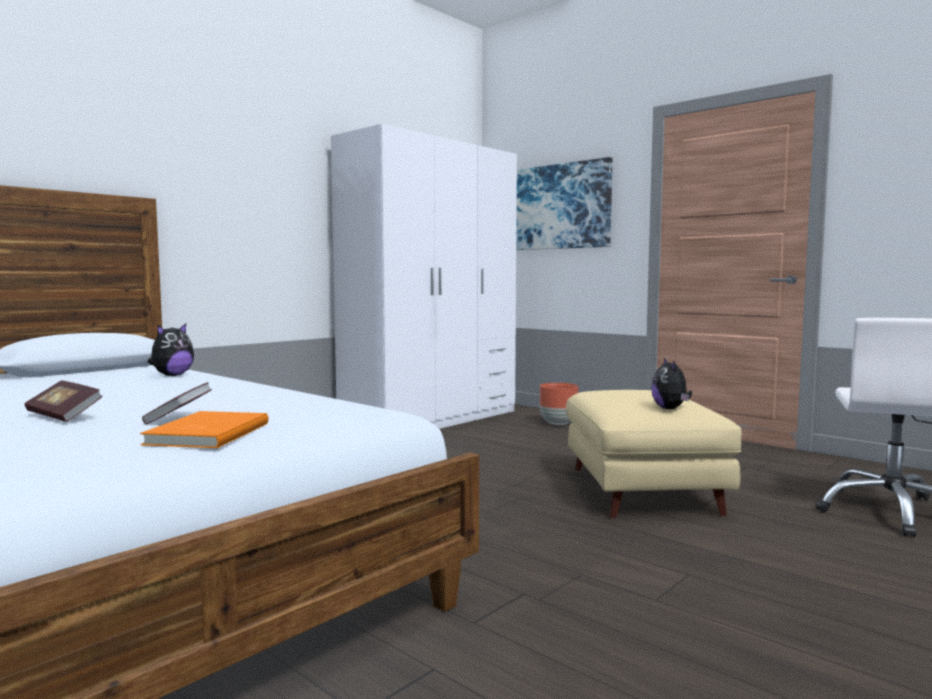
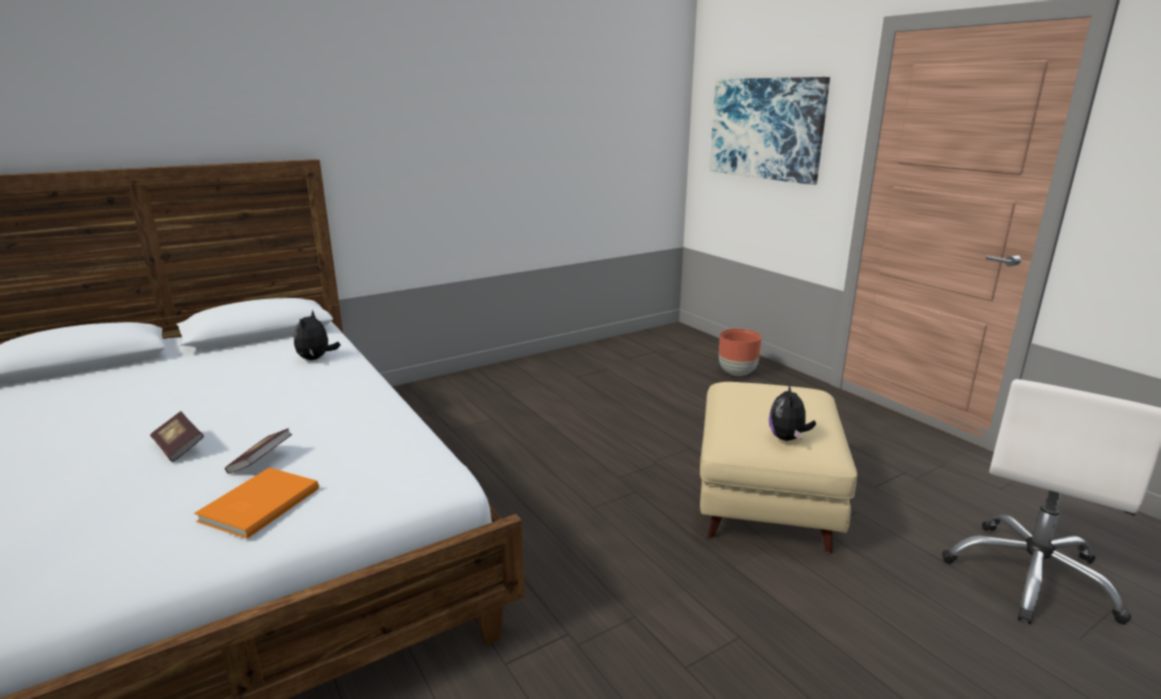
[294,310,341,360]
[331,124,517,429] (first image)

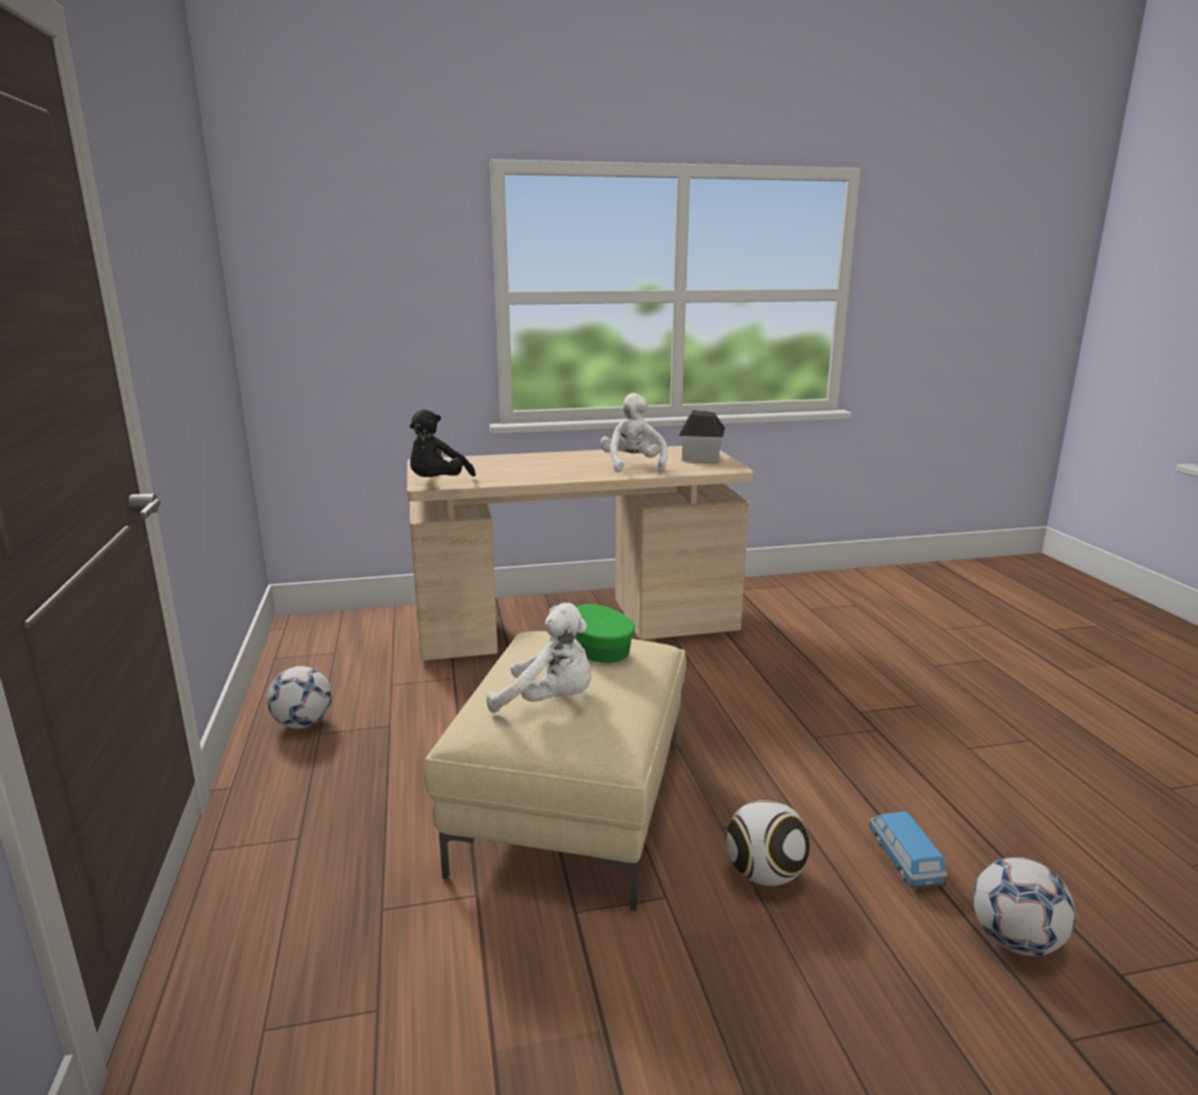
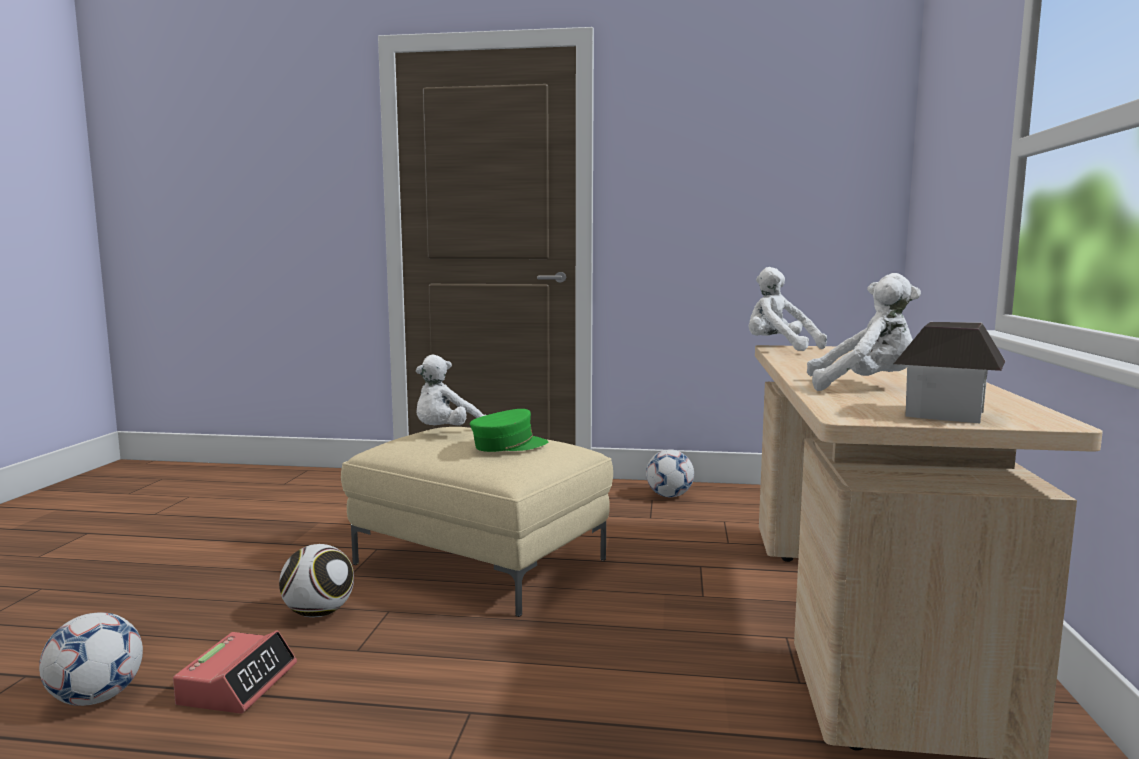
[749,267,827,351]
[173,631,297,713]

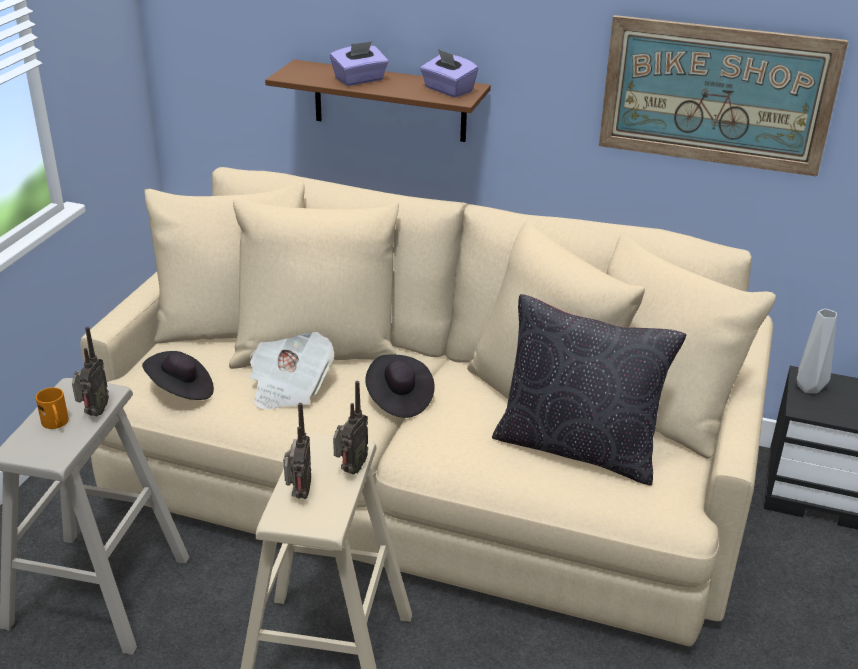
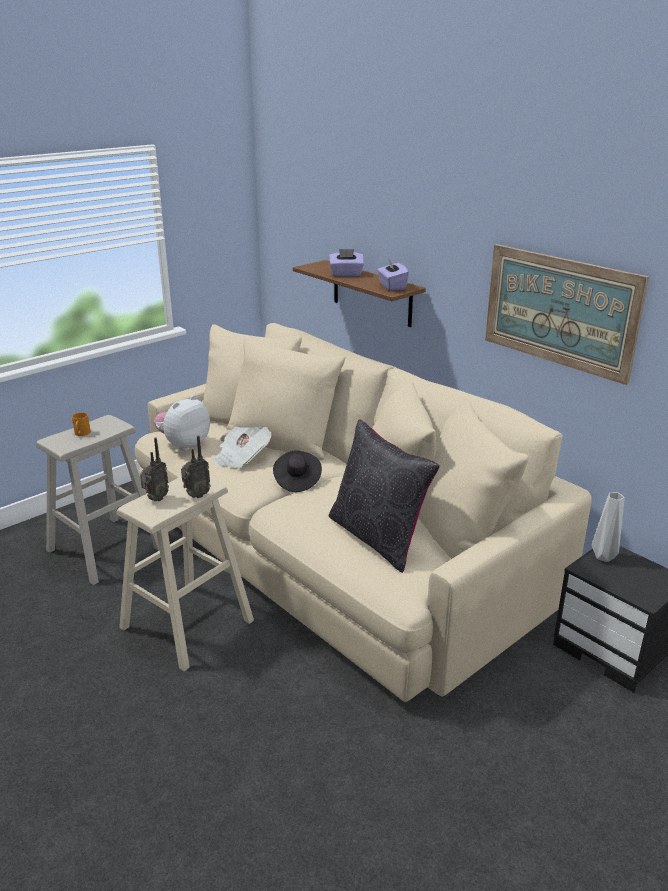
[72,327,109,416] (first image)
[154,395,210,451]

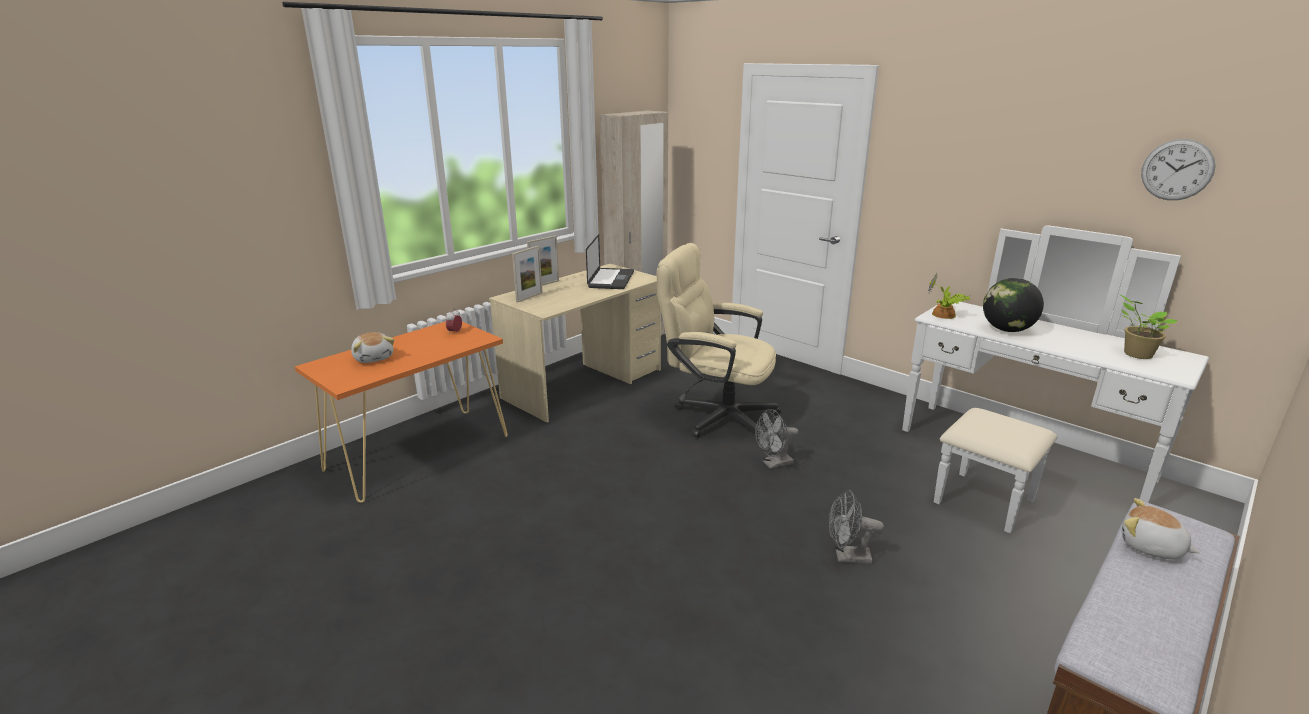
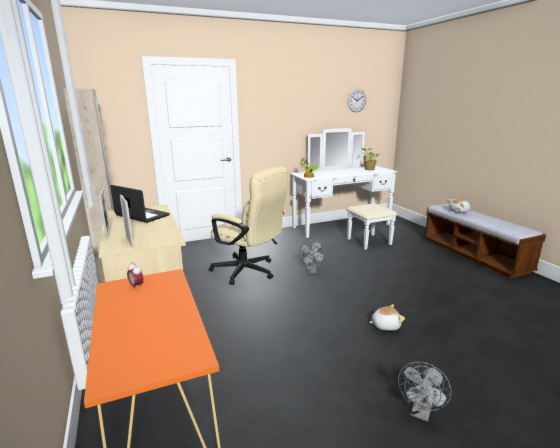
[369,304,405,331]
[209,167,289,285]
[398,362,452,422]
[983,278,1044,332] (first image)

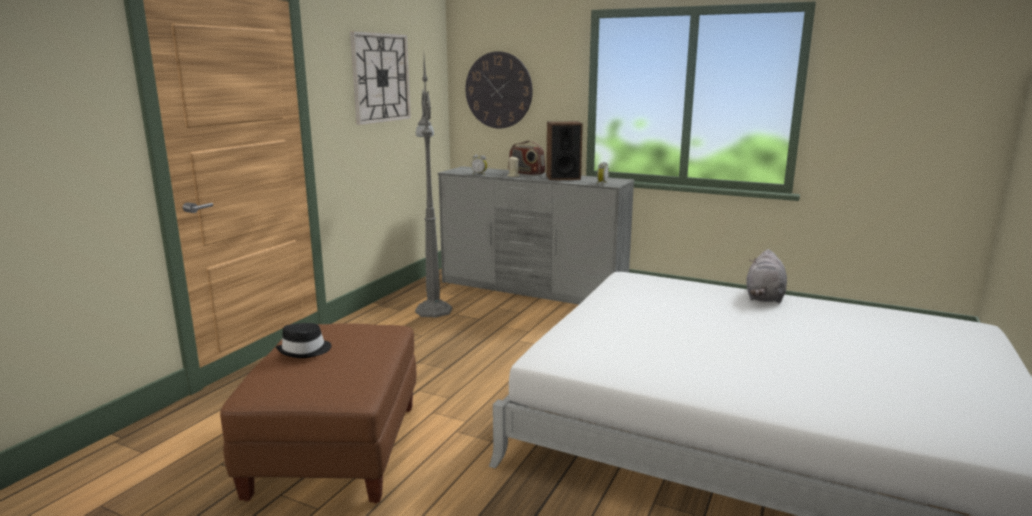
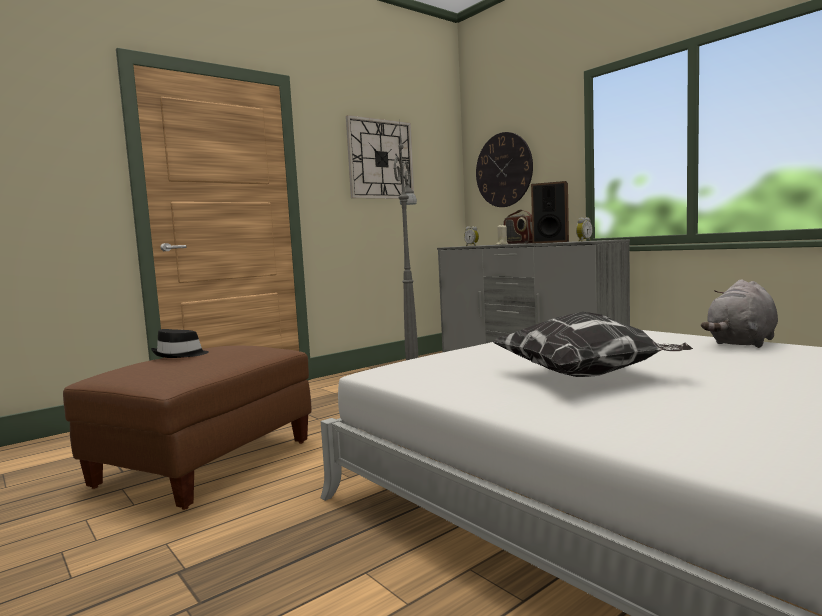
[492,312,693,377]

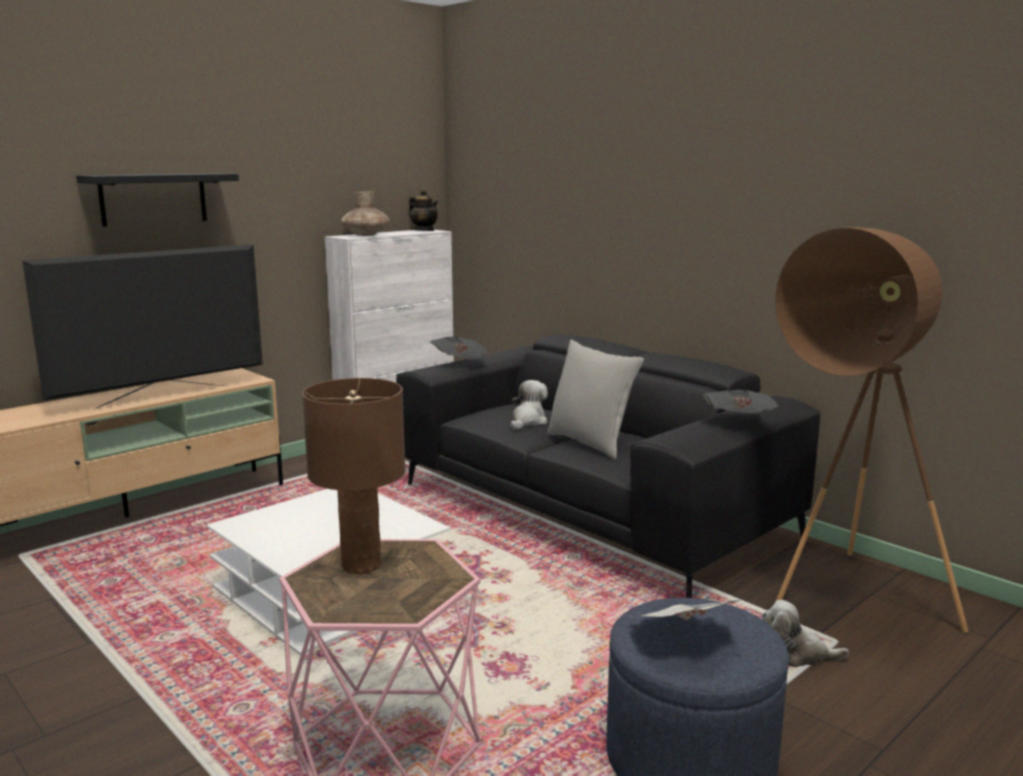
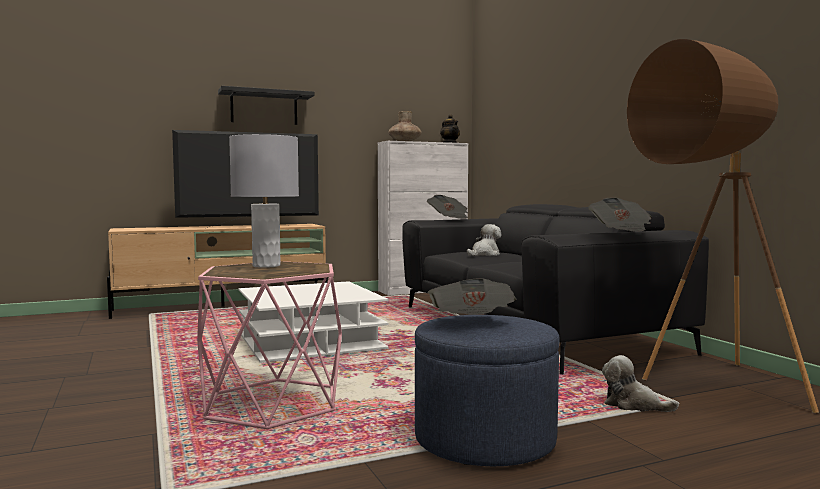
[229,134,299,268]
[547,339,644,460] (first image)

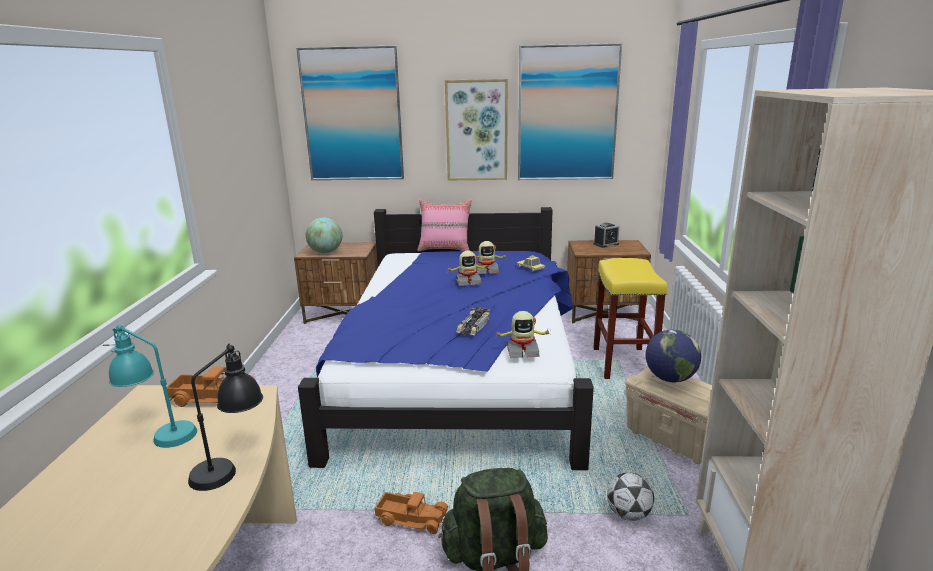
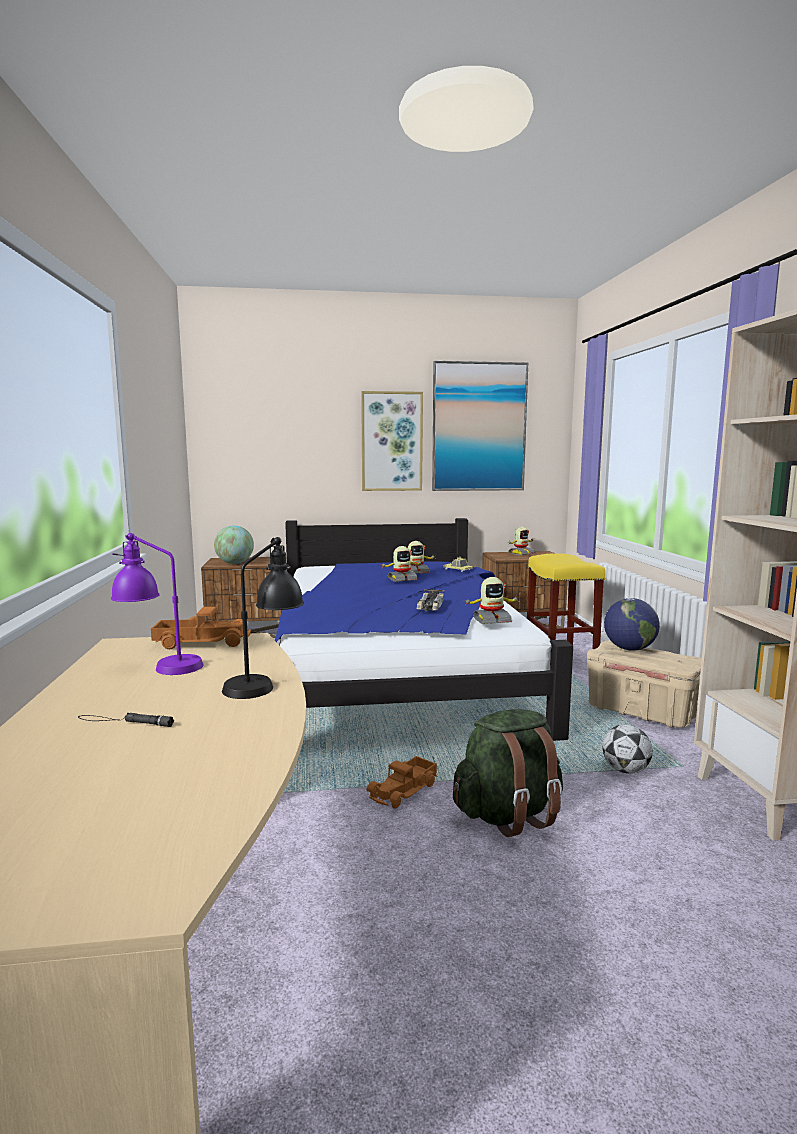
[111,533,204,675]
[296,45,404,180] (first image)
[367,756,438,809]
[418,199,472,252] (first image)
[509,526,535,555]
[78,713,174,727]

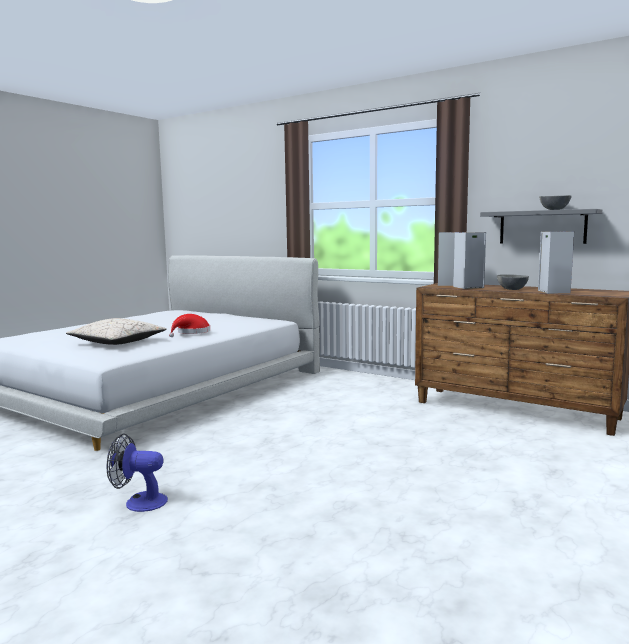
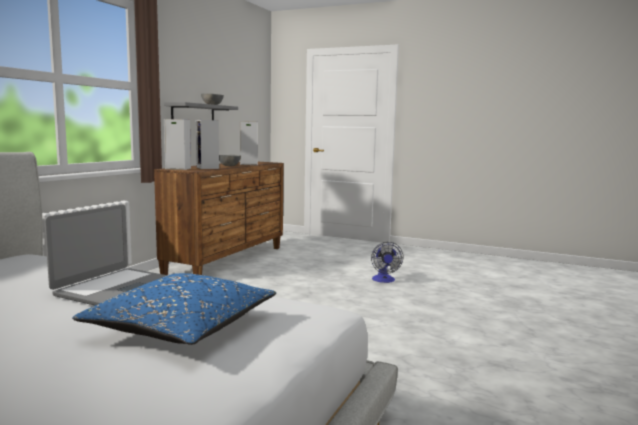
[72,273,276,345]
[371,242,403,283]
[44,205,168,306]

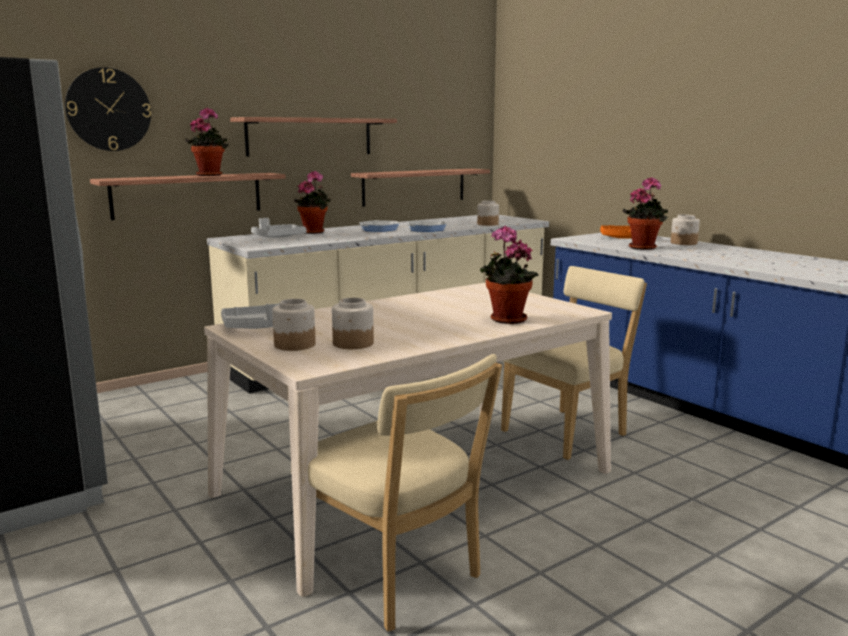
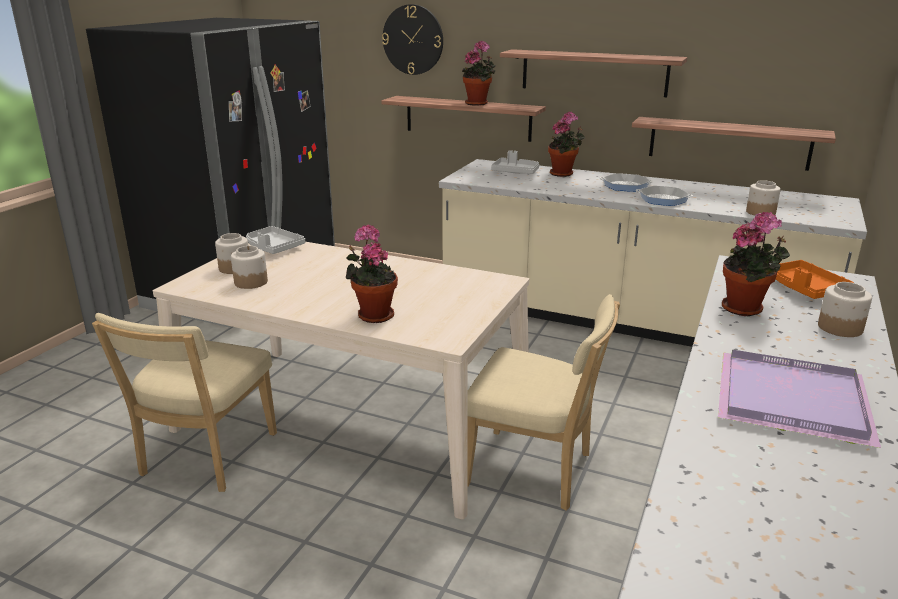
[718,350,881,448]

